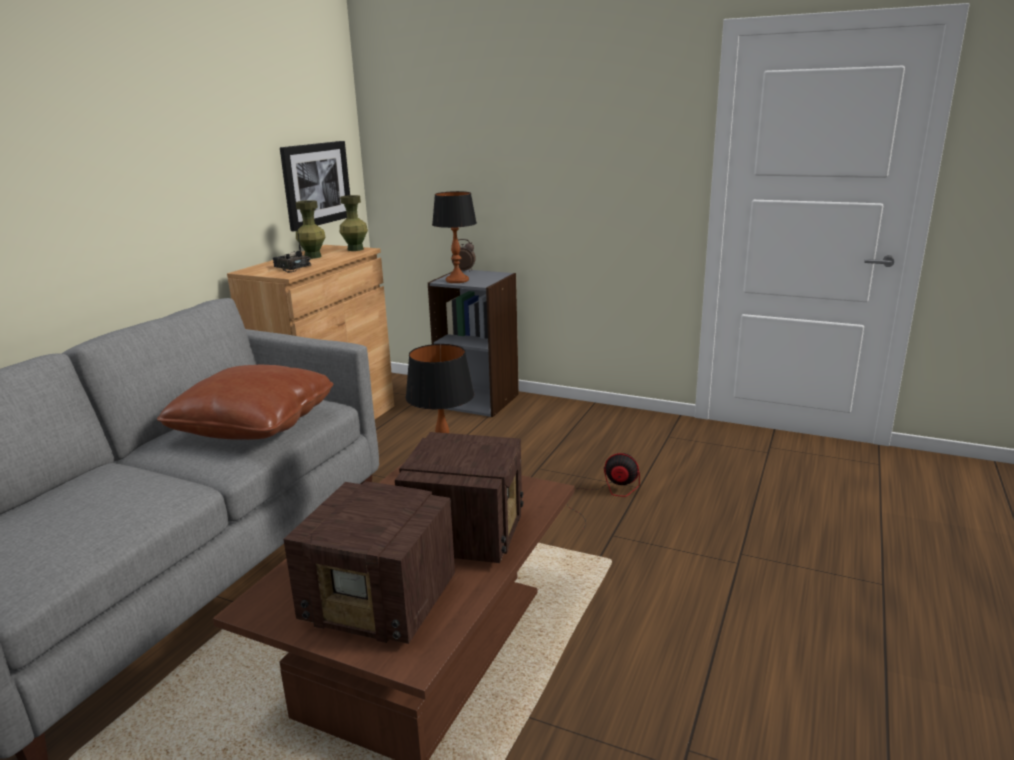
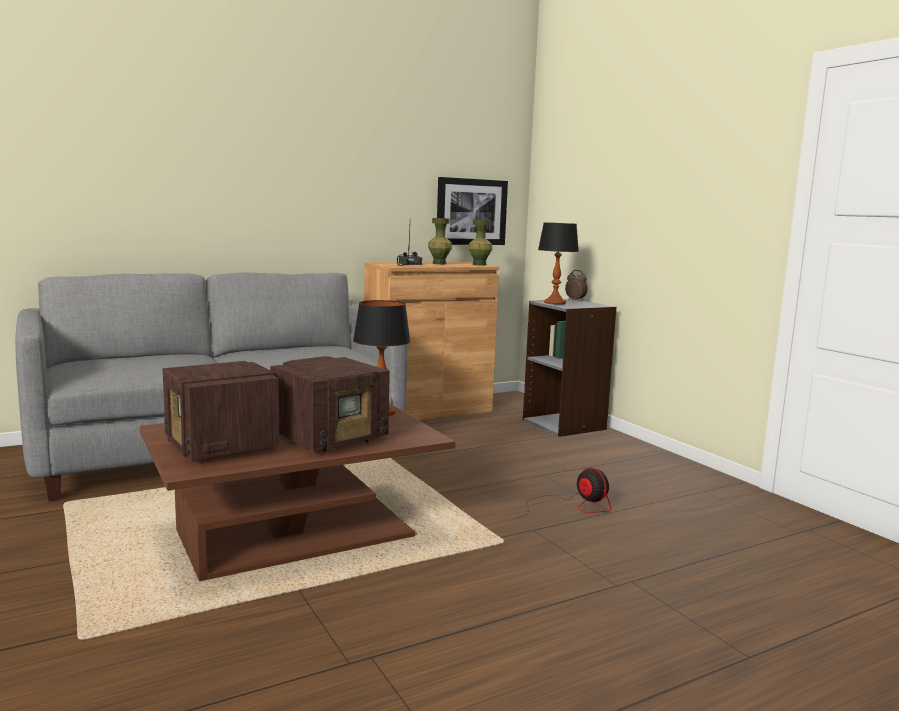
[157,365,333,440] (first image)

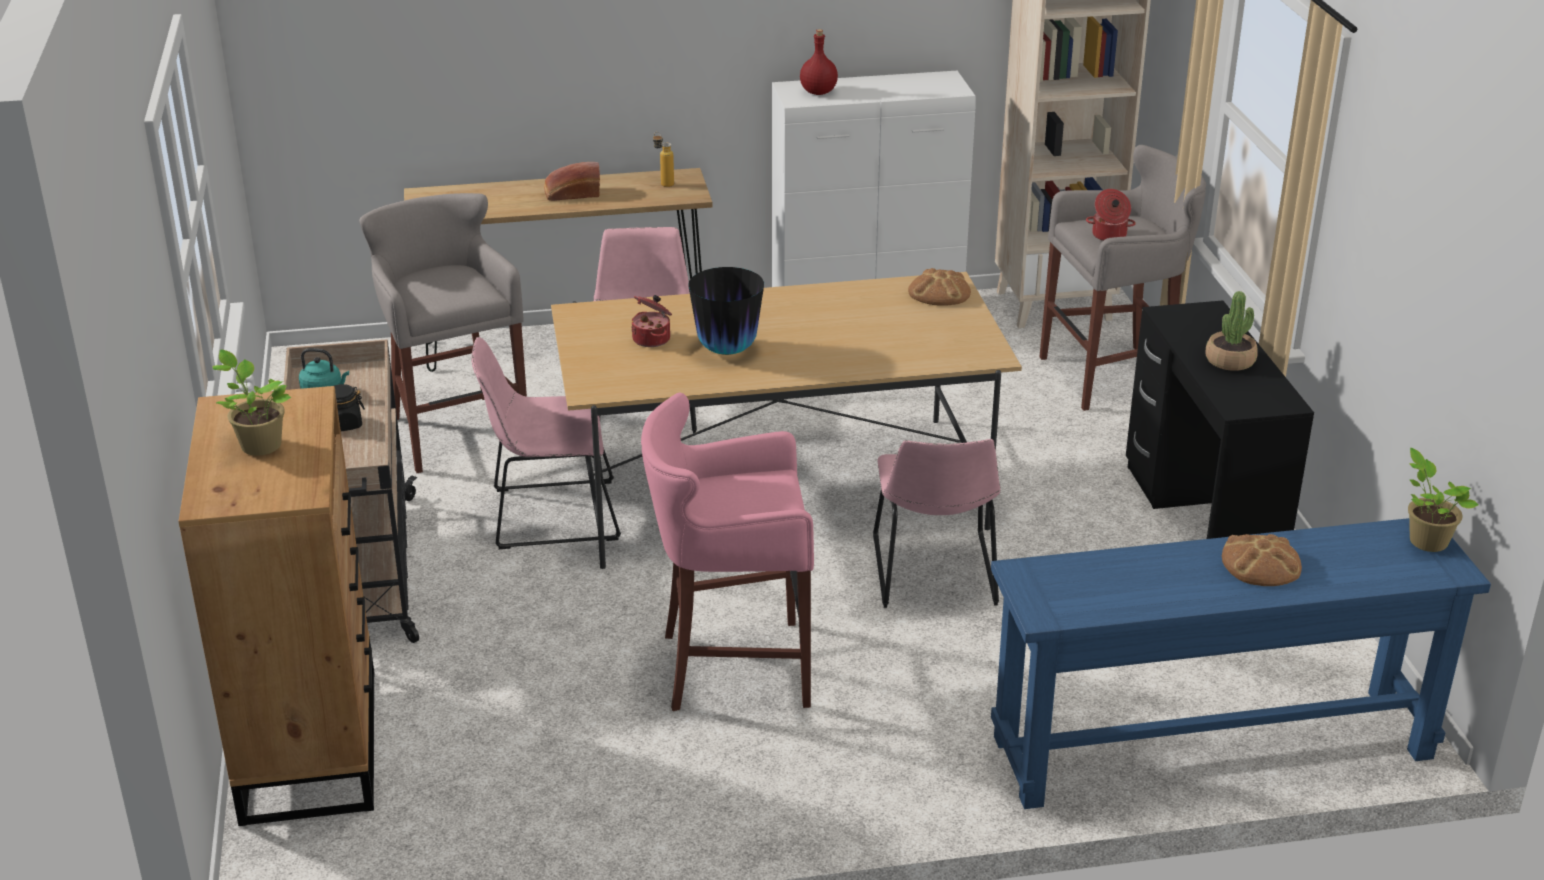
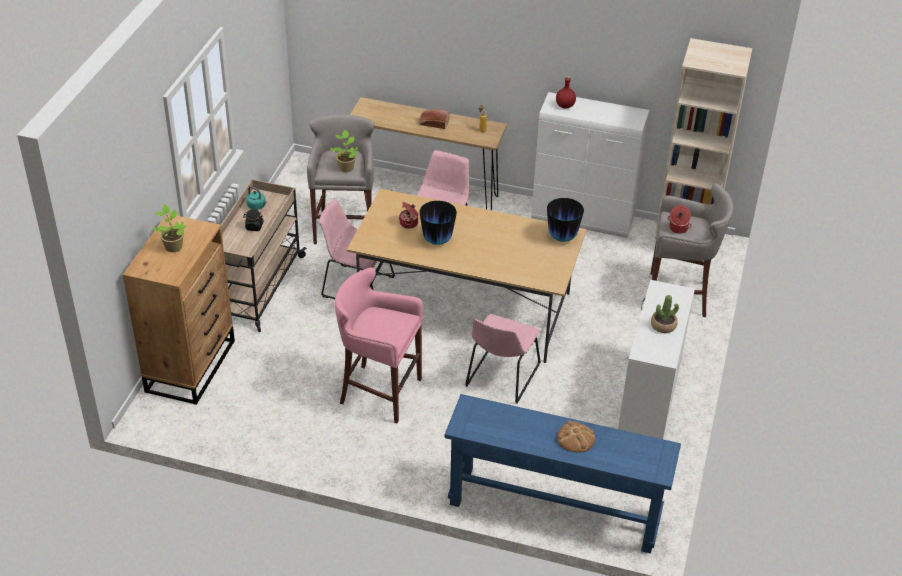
[547,198,584,242]
[618,280,695,439]
[330,130,359,172]

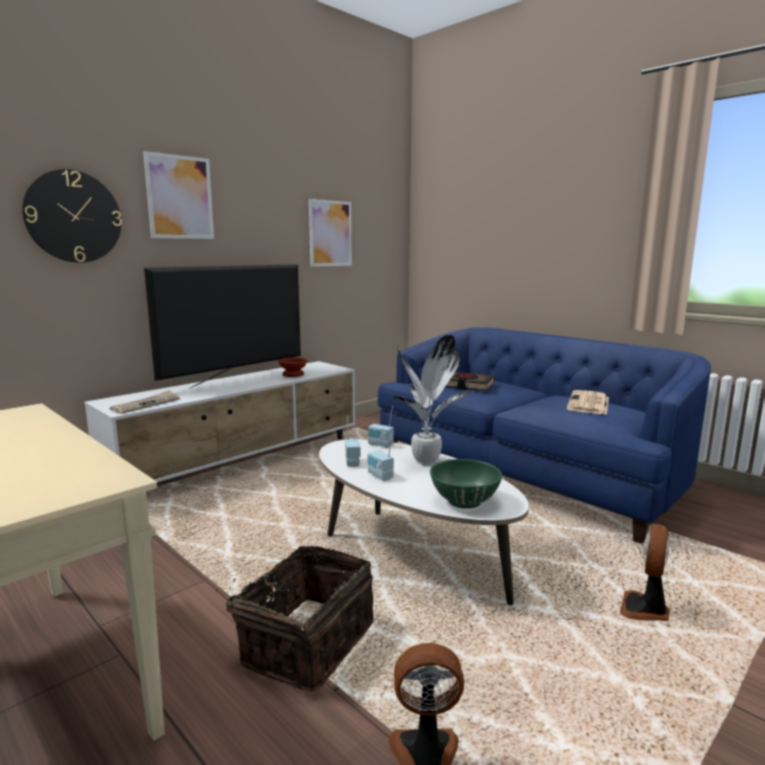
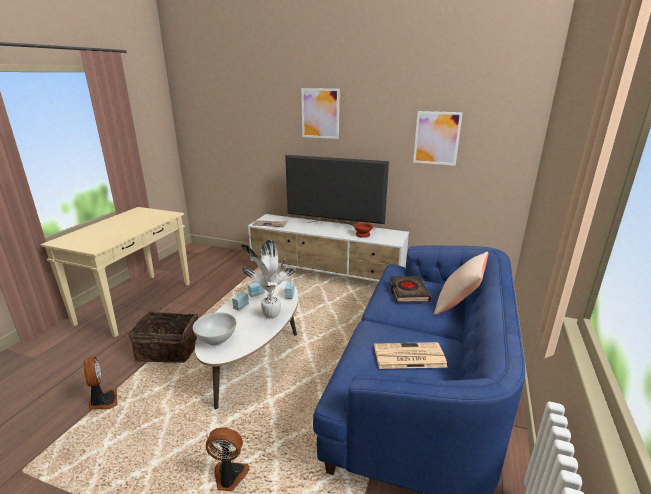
[22,169,122,263] (first image)
[193,312,236,346]
[434,252,489,315]

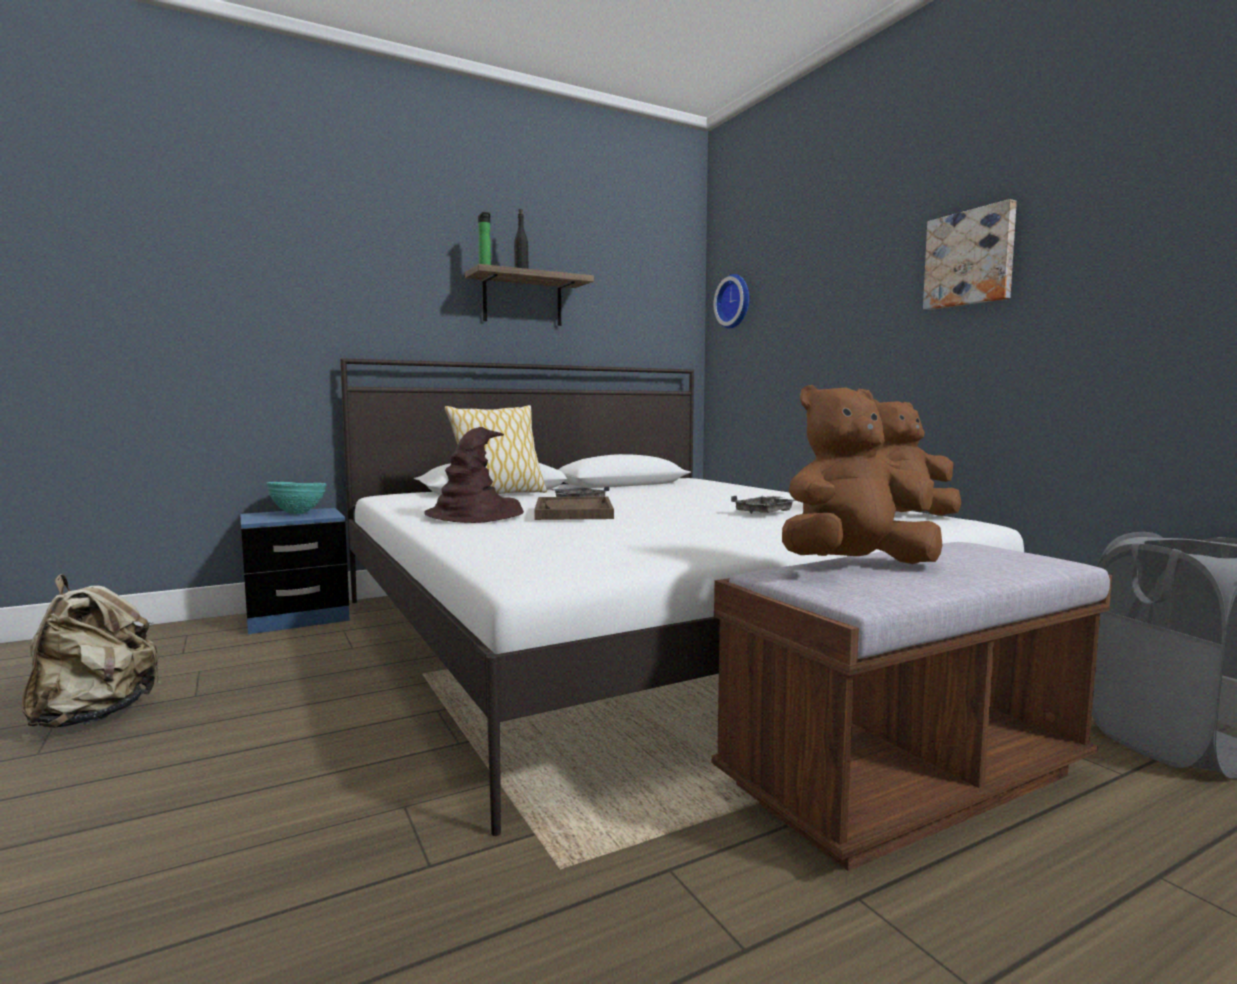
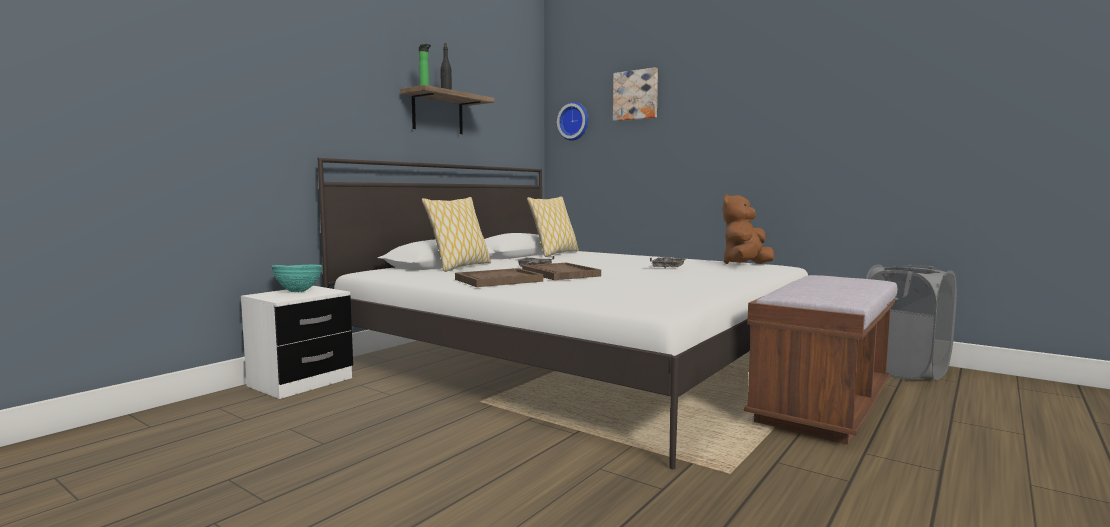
[21,574,161,728] (first image)
[241,286,353,399]
[455,268,543,287]
[782,385,943,564] (first image)
[613,67,658,121]
[527,196,579,257]

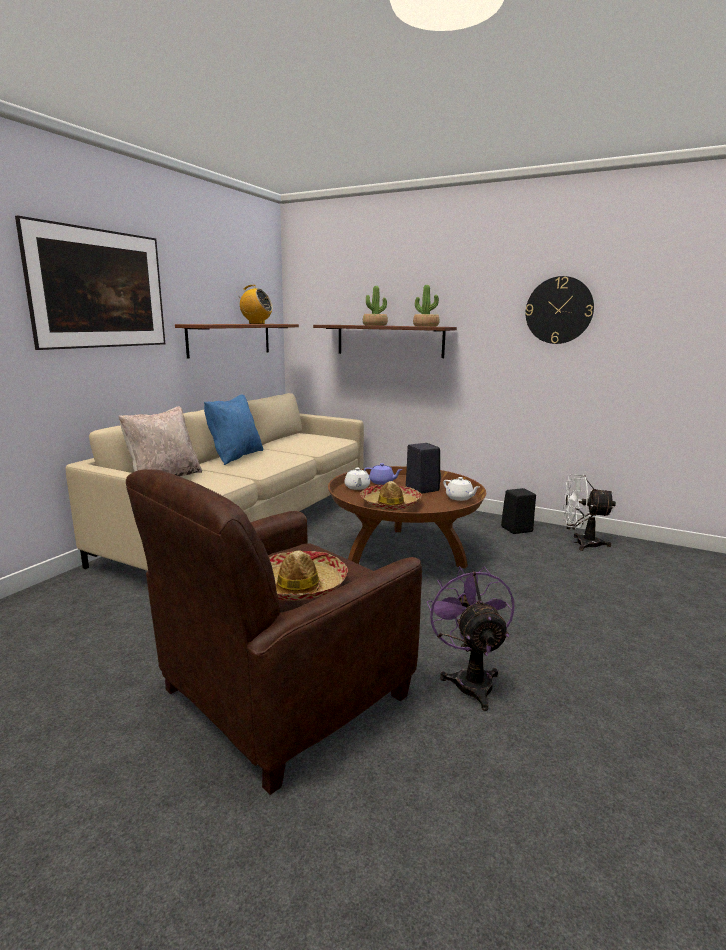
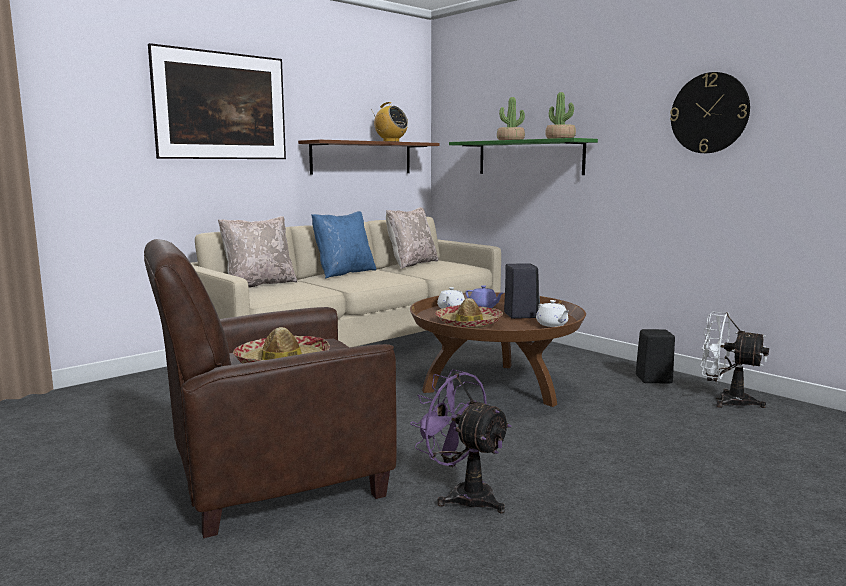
[449,138,598,175]
[410,369,512,514]
[386,207,438,269]

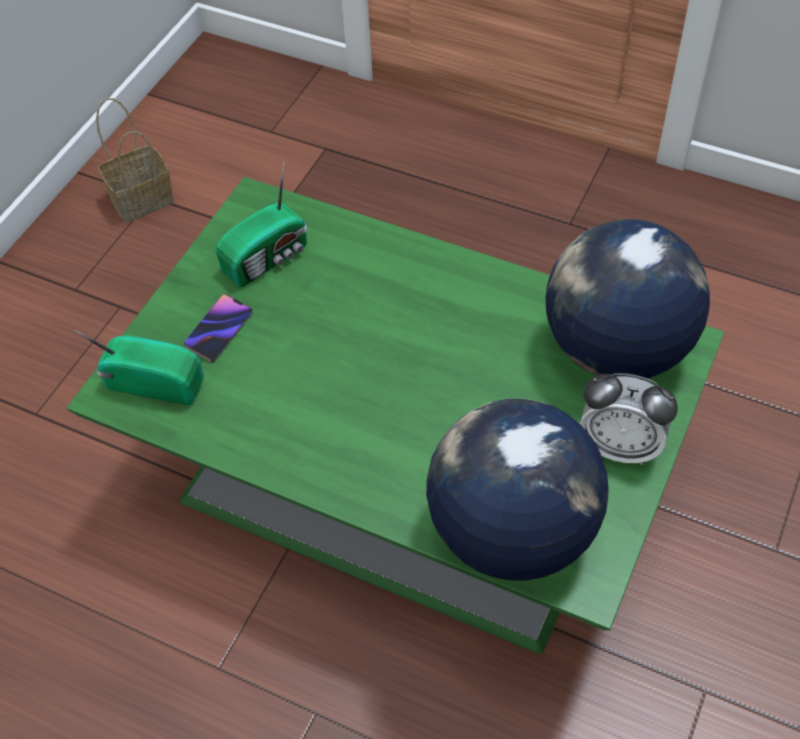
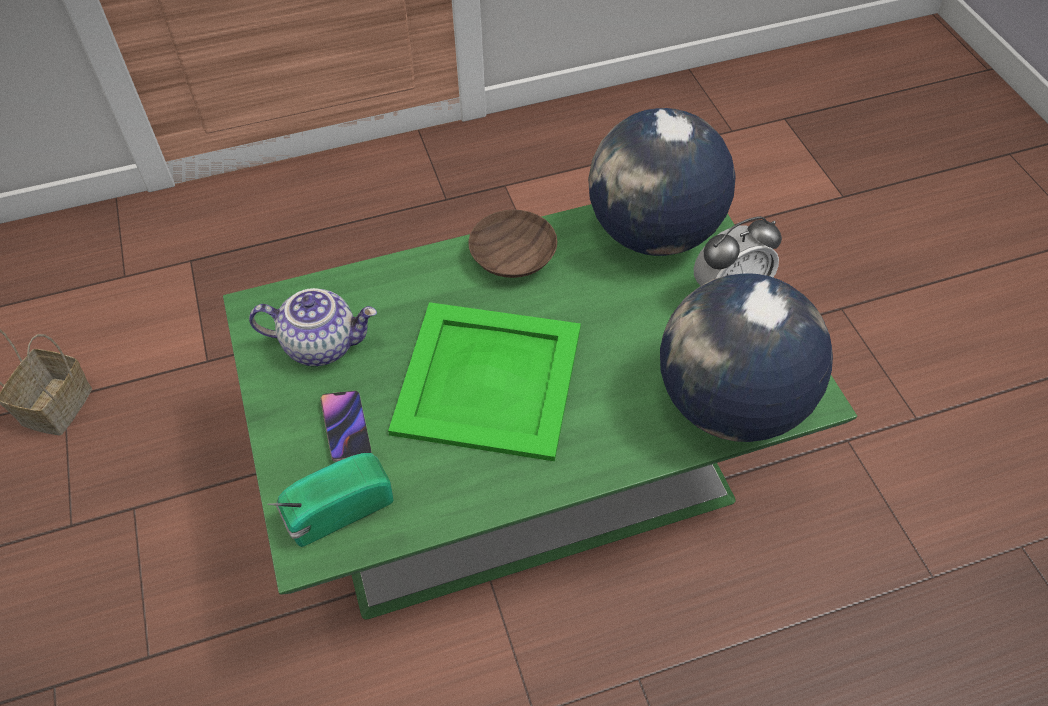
[249,288,377,366]
[388,302,581,461]
[468,210,557,278]

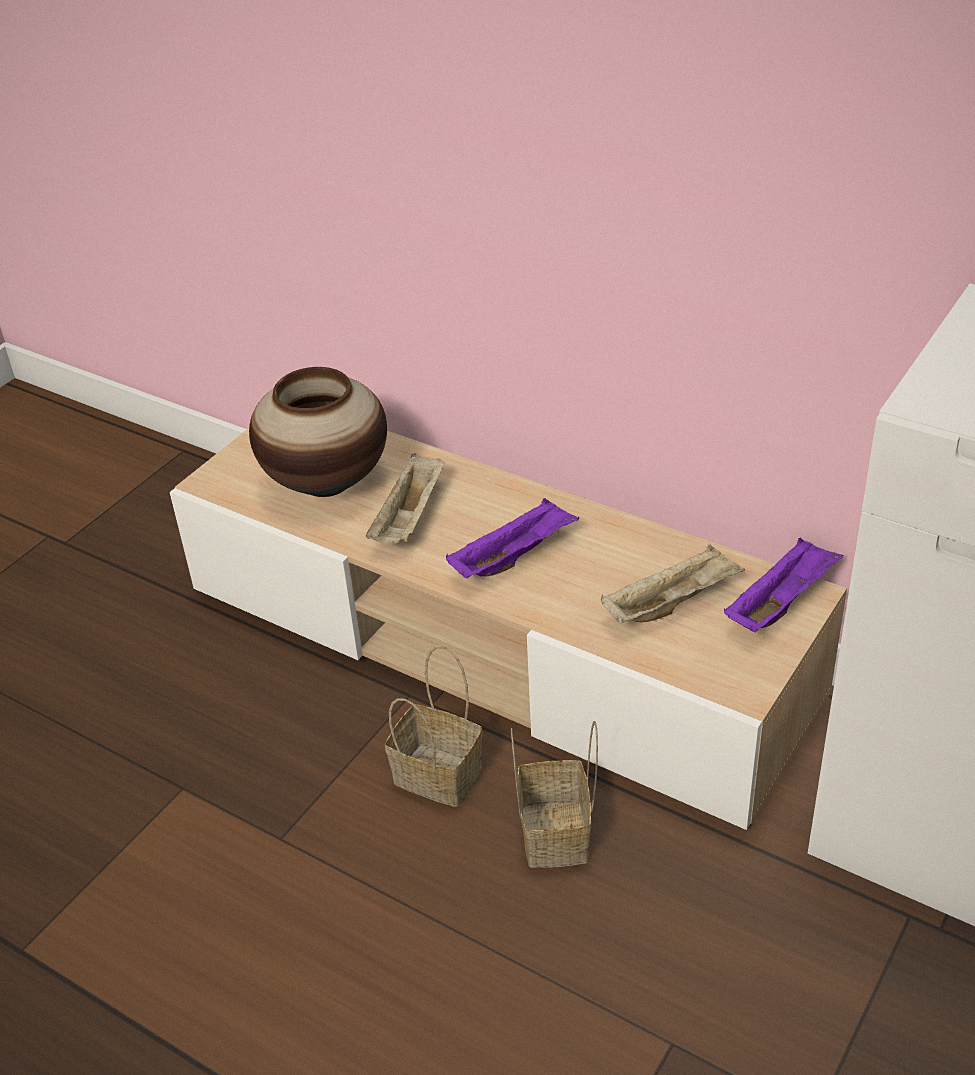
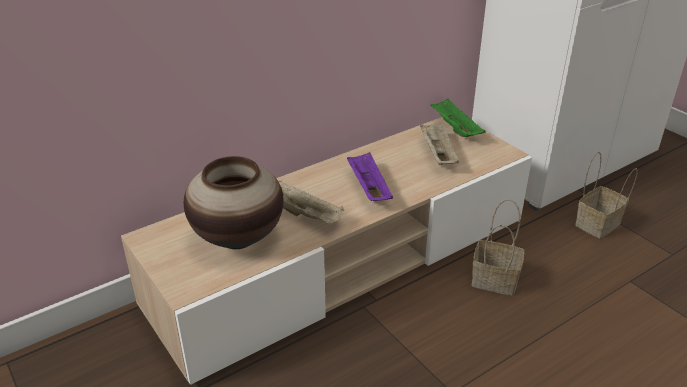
[575,152,638,239]
[430,99,486,137]

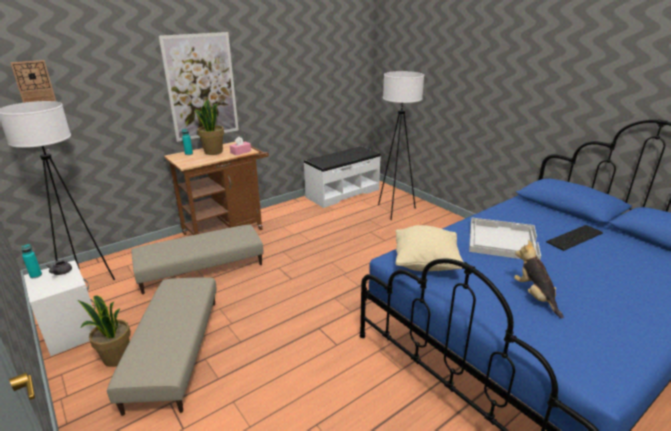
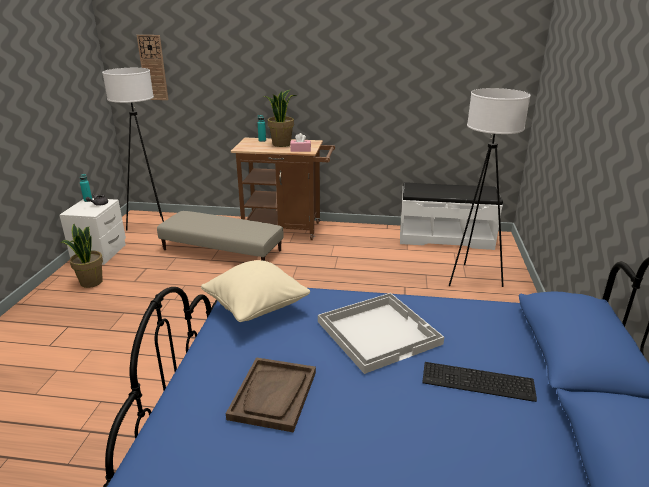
[107,277,217,416] (first image)
[159,32,239,142] (first image)
[226,357,316,433]

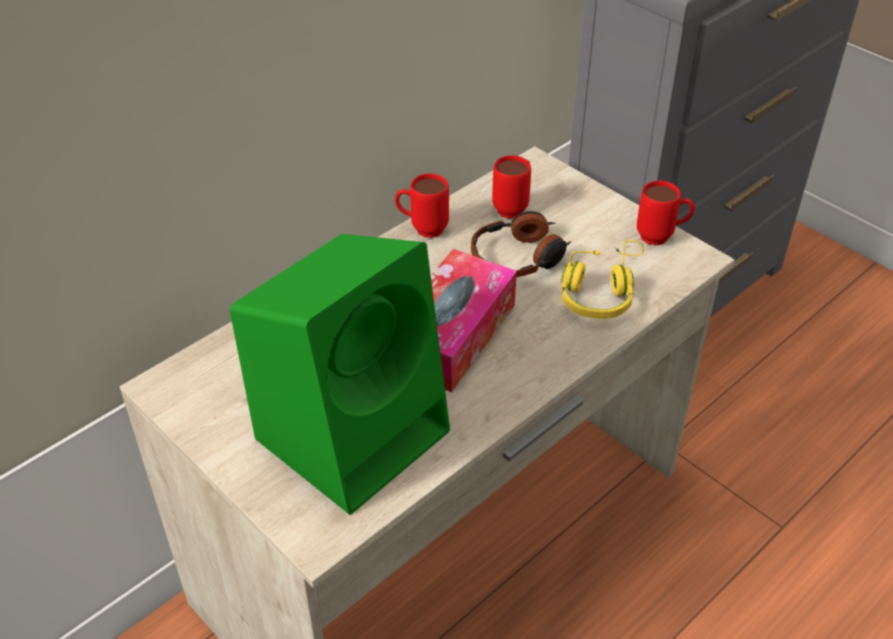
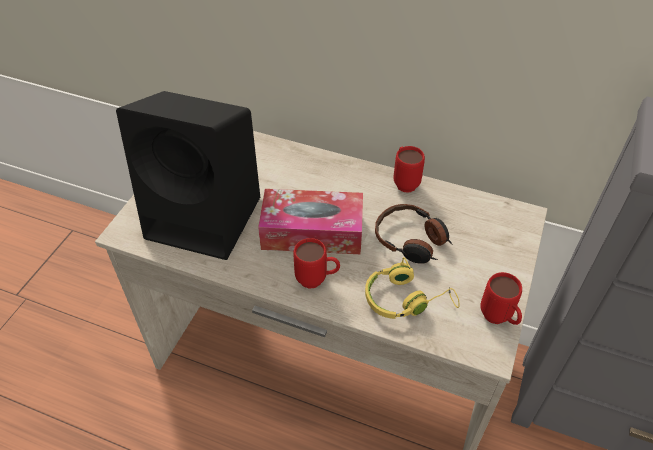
[116,91,260,260]
[293,238,340,289]

